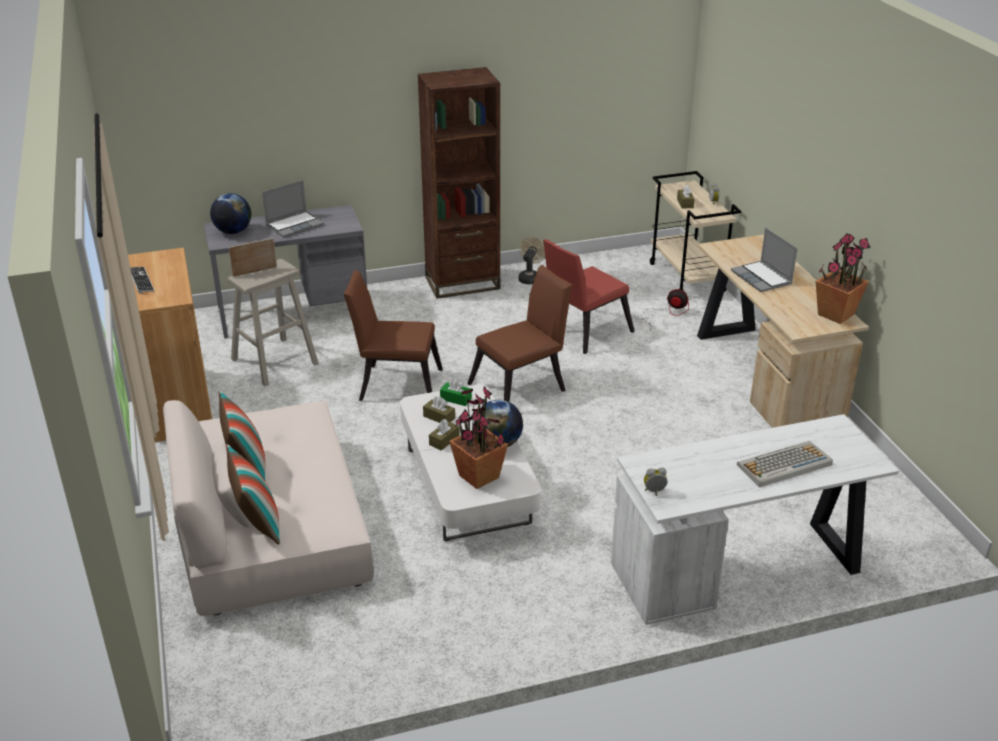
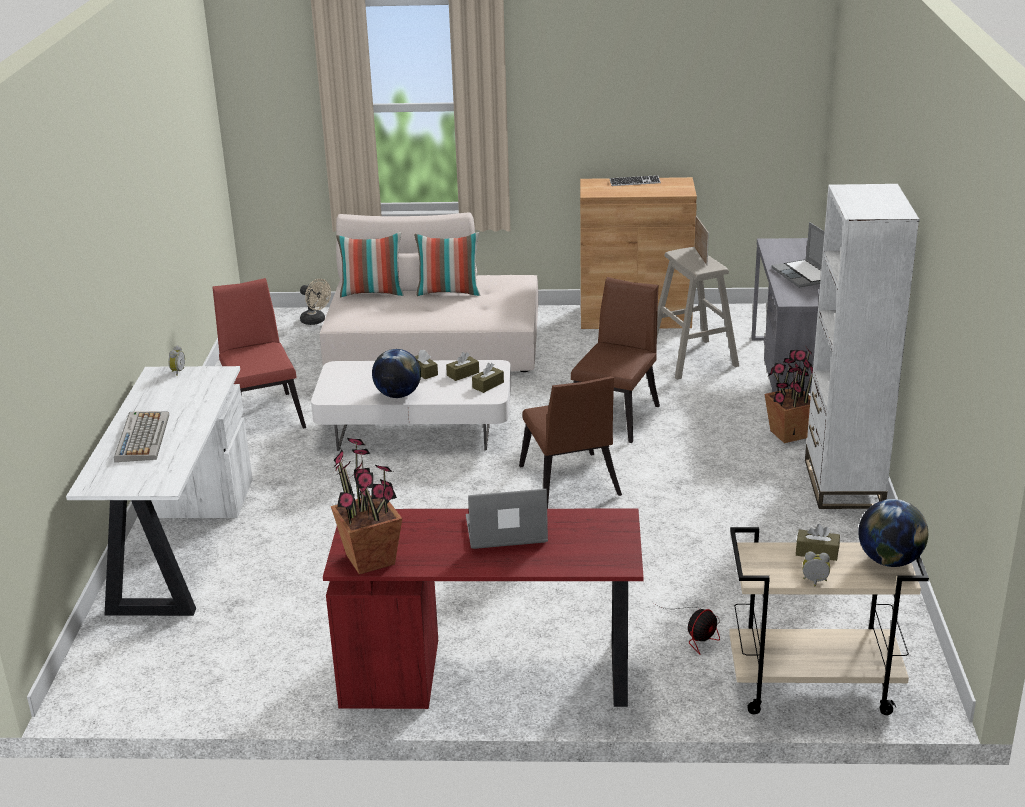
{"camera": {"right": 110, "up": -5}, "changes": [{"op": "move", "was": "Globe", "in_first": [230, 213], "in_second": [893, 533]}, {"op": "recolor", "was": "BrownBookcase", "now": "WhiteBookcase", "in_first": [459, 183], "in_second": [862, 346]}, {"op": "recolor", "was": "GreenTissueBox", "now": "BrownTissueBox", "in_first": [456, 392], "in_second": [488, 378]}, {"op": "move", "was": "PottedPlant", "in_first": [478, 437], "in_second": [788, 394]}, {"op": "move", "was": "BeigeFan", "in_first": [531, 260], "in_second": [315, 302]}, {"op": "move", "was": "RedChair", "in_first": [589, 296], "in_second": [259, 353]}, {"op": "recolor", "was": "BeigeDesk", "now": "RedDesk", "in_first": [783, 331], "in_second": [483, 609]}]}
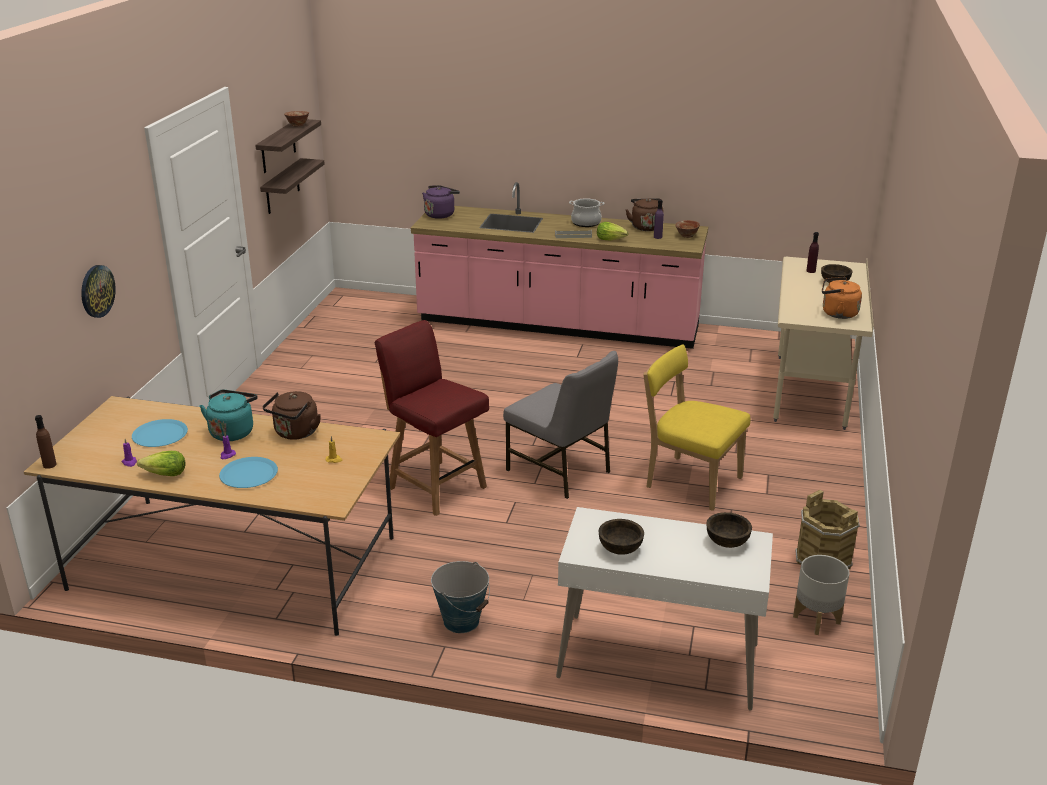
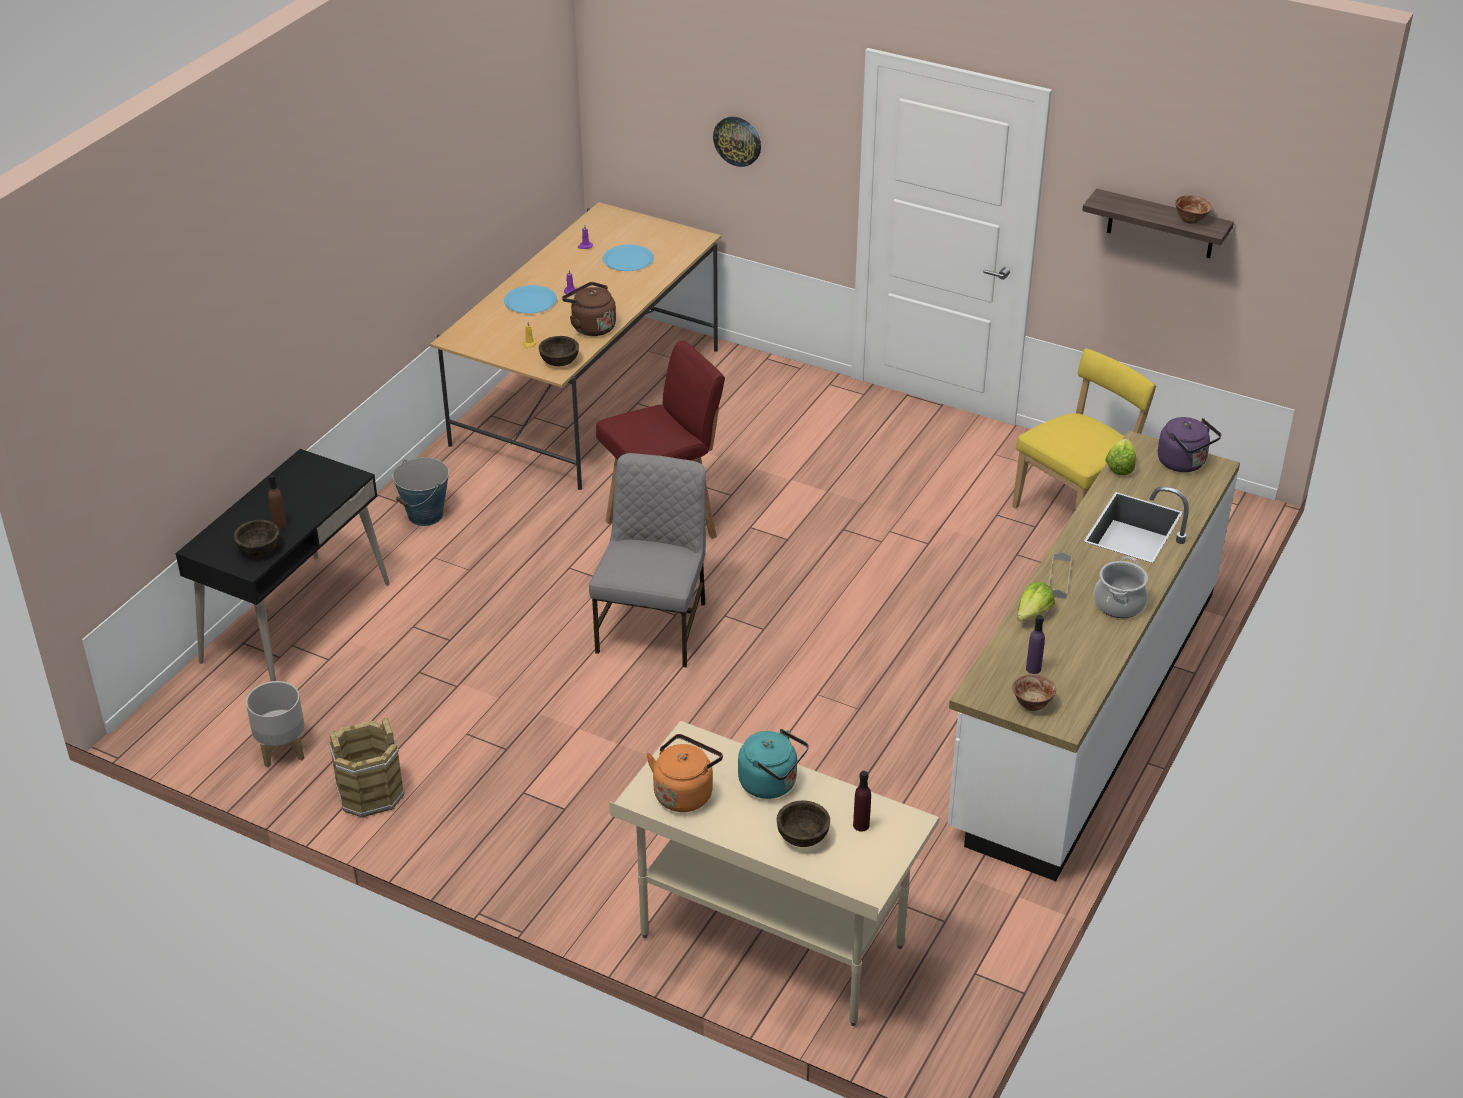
{"camera": {"right": 105, "up": 10}, "changes": [{"op": "move", "was": "BrownBottle", "in_first": [46, 442], "in_second": [277, 501]}, {"op": "move", "was": "Lettuce", "in_first": [161, 463], "in_second": [1120, 457]}, {"op": "move", "was": "TurquoiseKettle", "in_first": [228, 415], "in_second": [773, 764]}, {"op": "delete", "was": "Shelf", "in_first": [292, 186]}, {"op": "recolor", "was": "PinkCounter", "now": "WhiteCounter", "in_first": [559, 265], "in_second": [1094, 656]}, {"op": "rotate", "was": "GreyChair", "in_first": [560, 425], "in_second": [647, 560], "clockwise": 135}, {"op": "recolor", "was": "WhiteDesk", "now": "BlackDesk", "in_first": [664, 608], "in_second": [283, 565]}, {"op": "move", "was": "BrownBowl", "in_first": [621, 537], "in_second": [559, 351]}, {"op": "delete", "was": "BrownKettle", "in_first": [644, 214]}, {"op": "move", "was": "YellowChair", "in_first": [696, 428], "in_second": [1084, 429]}]}
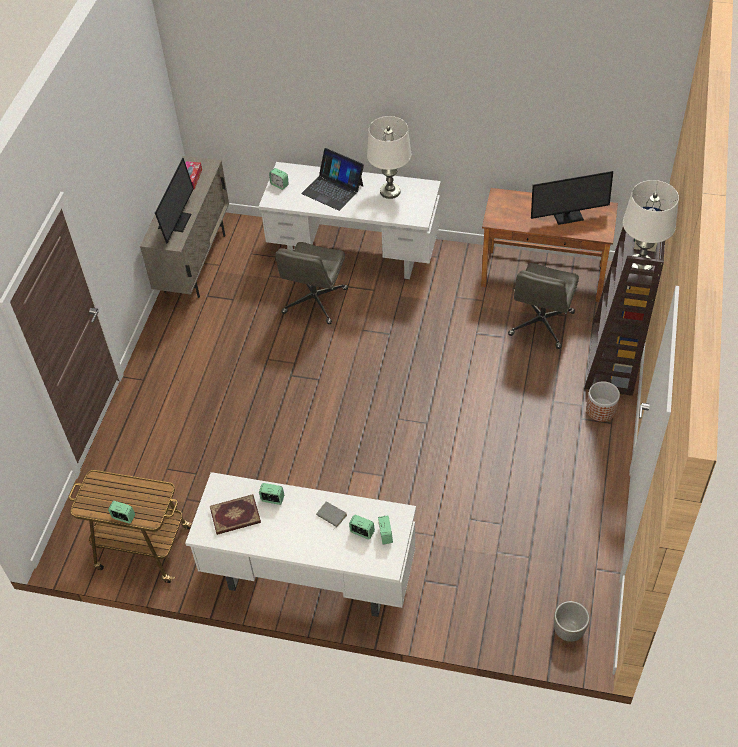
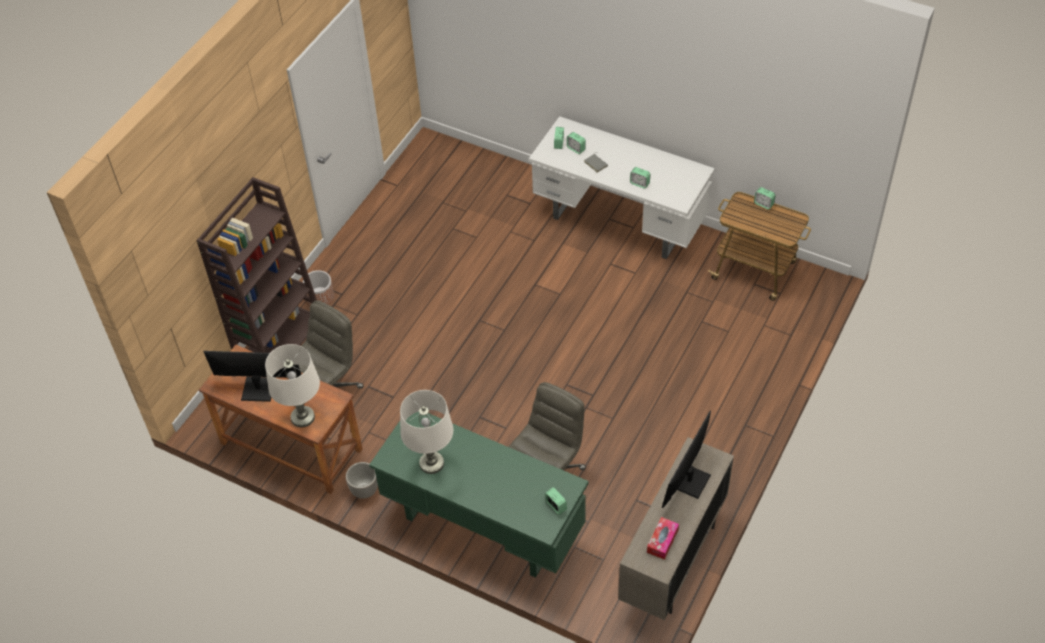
{"camera": {"right": -165, "up": 0}, "changes": [{"op": "delete", "was": "Book", "in_first": [235, 514]}, {"op": "recolor", "was": "WhiteDesk", "now": "GreenDesk", "in_first": [349, 221], "in_second": [479, 495]}, {"op": "delete", "was": "Laptop", "in_first": [332, 179]}, {"op": "move", "was": "Planter", "in_first": [572, 621], "in_second": [362, 480]}, {"op": "move", "was": "WhiteTableLamp", "in_first": [651, 225], "in_second": [292, 385]}]}
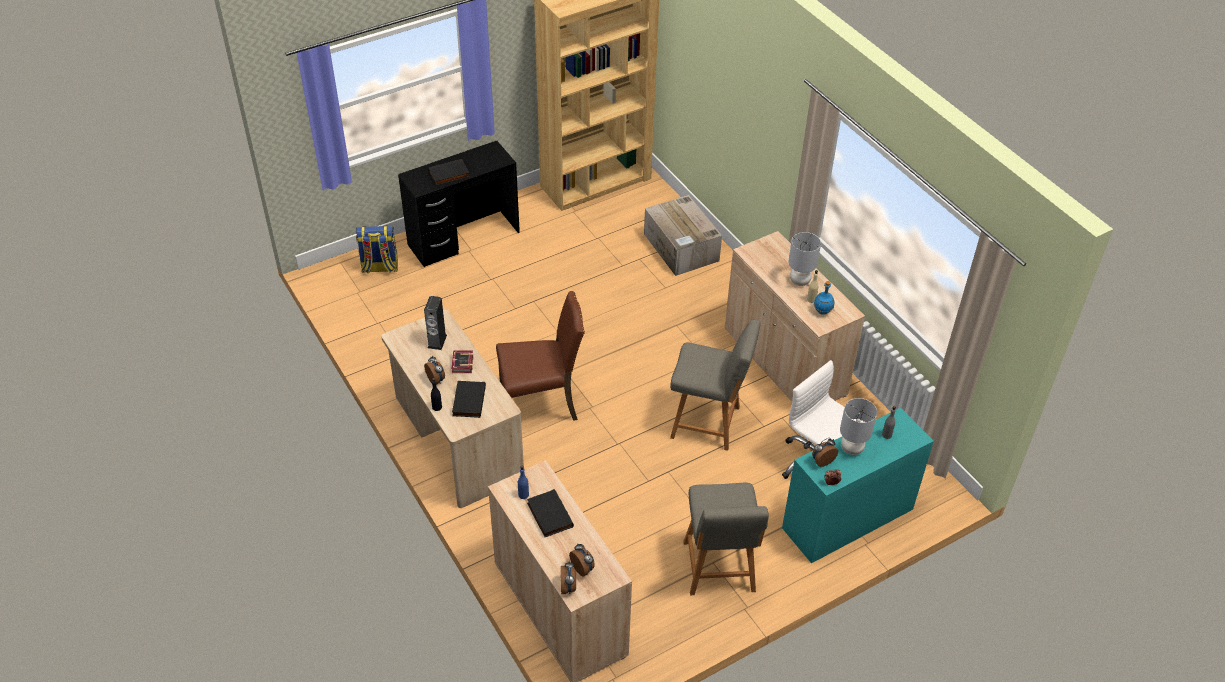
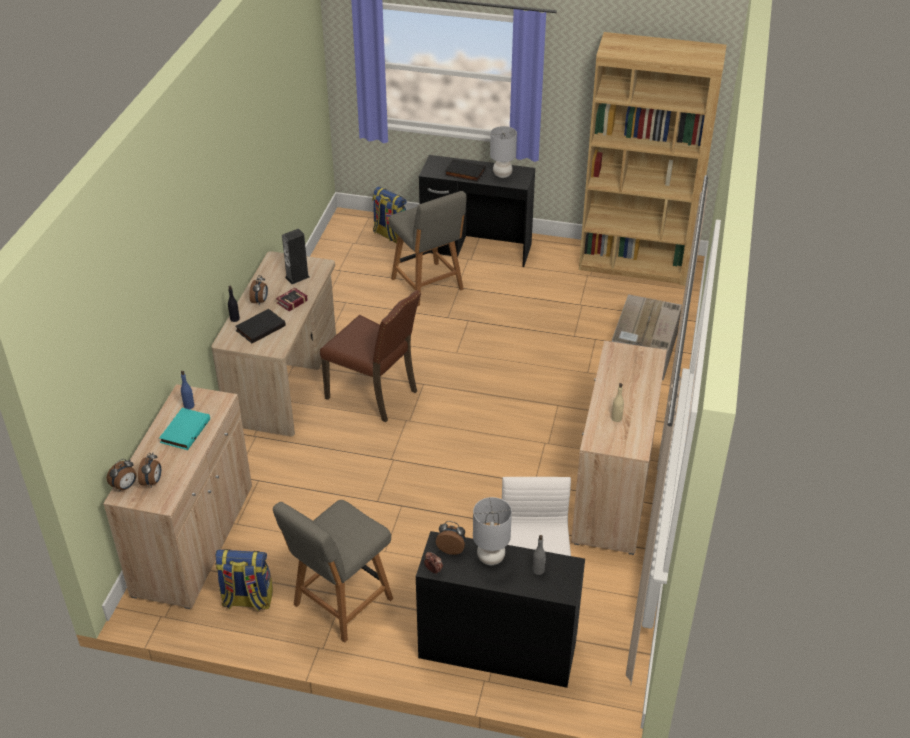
{"camera": {"right": 45, "up": -5}, "changes": [{"op": "recolor", "was": "BlackBook", "now": "TurquoiseBook", "in_first": [550, 513], "in_second": [184, 429]}, {"op": "move", "was": "GreyChair", "in_first": [715, 385], "in_second": [428, 248]}, {"op": "recolor", "was": "TurquoiseDesk", "now": "BlackDesk", "in_first": [858, 485], "in_second": [500, 609]}, {"op": "move", "was": "GreyTableLamp", "in_first": [804, 259], "in_second": [503, 152]}, {"op": "delete", "was": "BlueBottle", "in_first": [824, 298]}, {"op": "insert", "now": "Backpack", "in_second": [244, 580]}]}
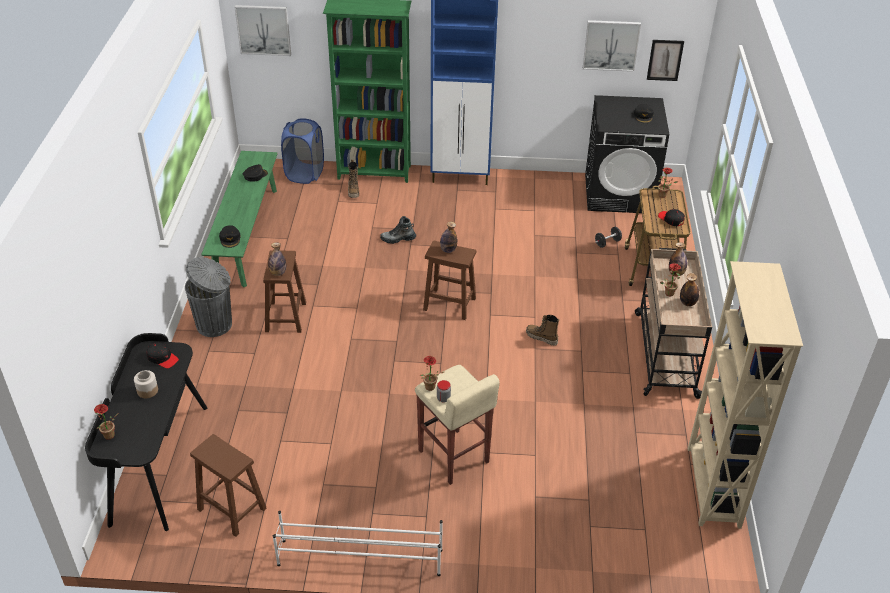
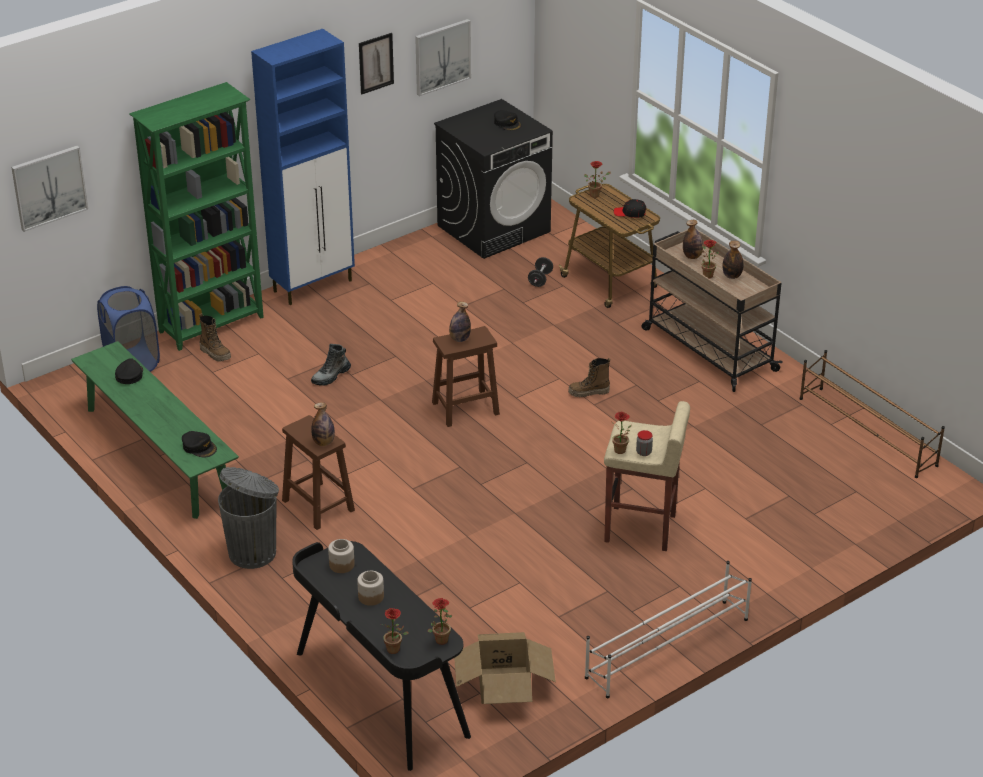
{"camera": {"right": -40, "up": -5}, "changes": [{"op": "replace", "was": "BlackCap", "now": "Jar", "in_first": [163, 355], "in_second": [341, 556]}, {"op": "replace", "was": "BrownStool", "now": "CardboardBox", "in_first": [228, 485], "in_second": [505, 668]}, {"op": "move", "was": "Picture", "in_first": [665, 60], "in_second": [376, 63]}, {"op": "replace", "was": "BeigeBookcase", "now": "BrownShoeRack", "in_first": [745, 395], "in_second": [872, 414]}, {"op": "insert", "now": "PottedPlant", "in_second": [440, 621]}]}
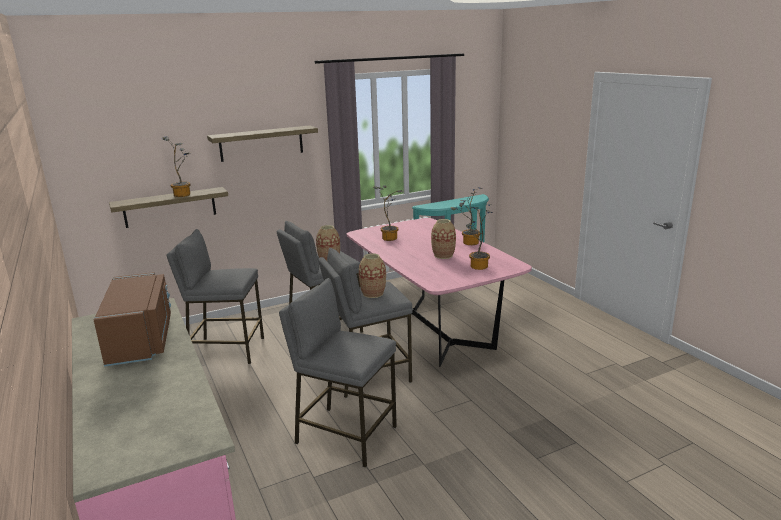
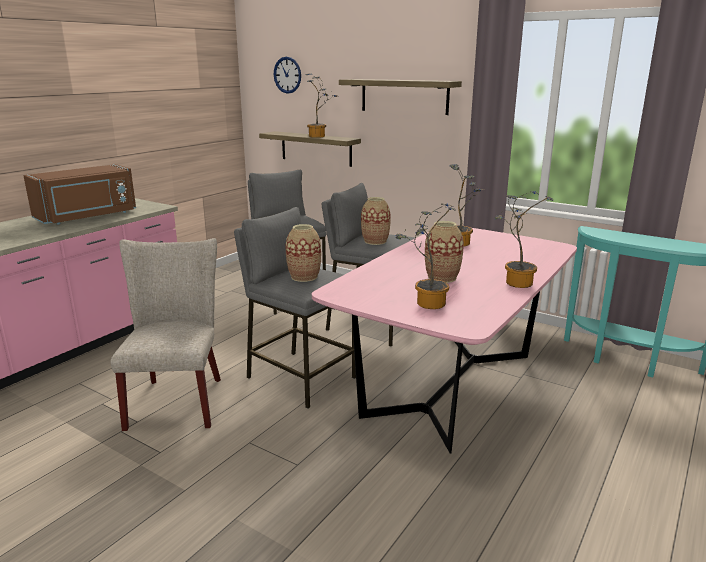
{"camera": {"right": 60, "up": 0}, "changes": [{"op": "replace", "was": "GreyStool", "now": "BeigeChair", "in_first": [338, 372], "in_second": [165, 334]}, {"op": "insert", "now": "WallClock", "in_second": [287, 75]}]}
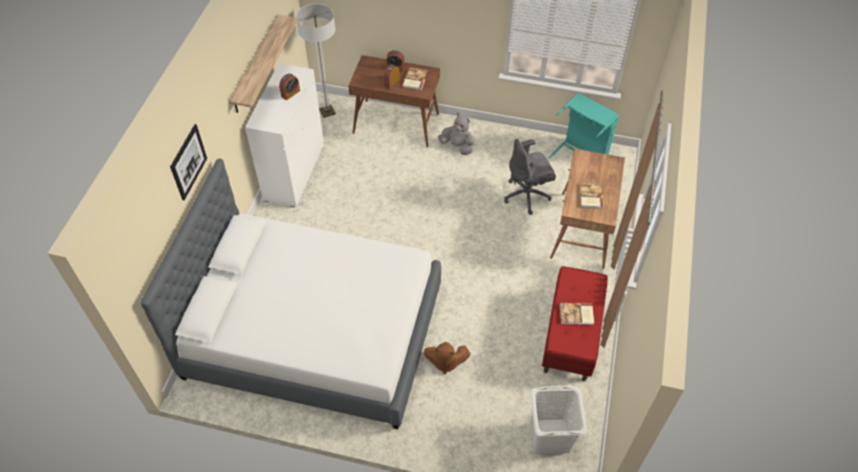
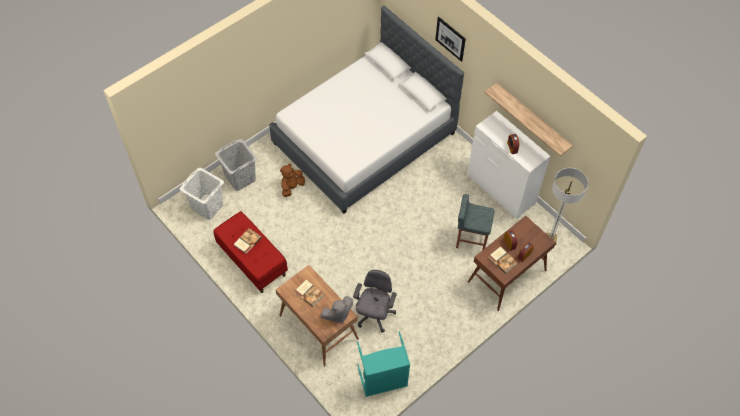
{"camera": {"right": 125, "up": 5}, "changes": [{"op": "move", "was": "GreyPlushToy", "in_first": [456, 133], "in_second": [337, 310]}, {"op": "insert", "now": "GreyLaundryBasket", "in_second": [236, 165]}, {"op": "insert", "now": "GreyStool", "in_second": [475, 222]}]}
